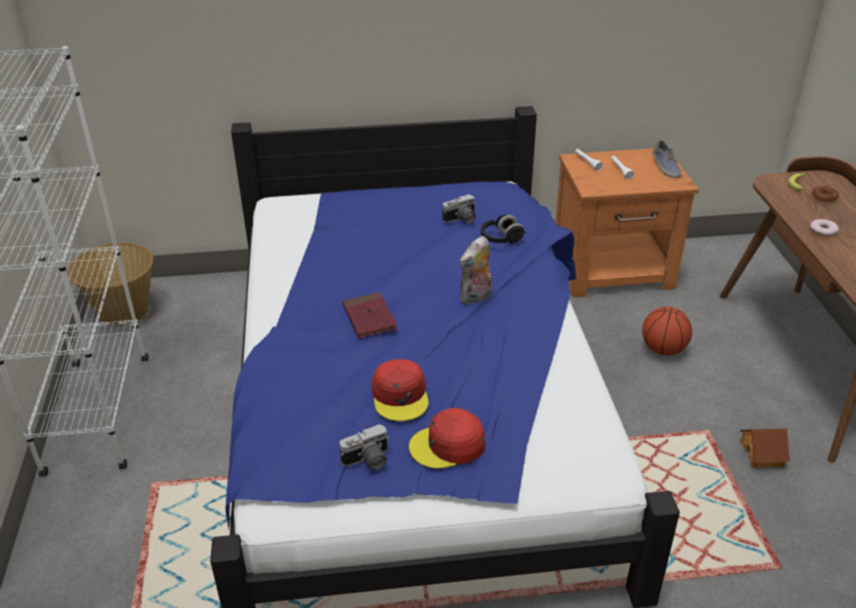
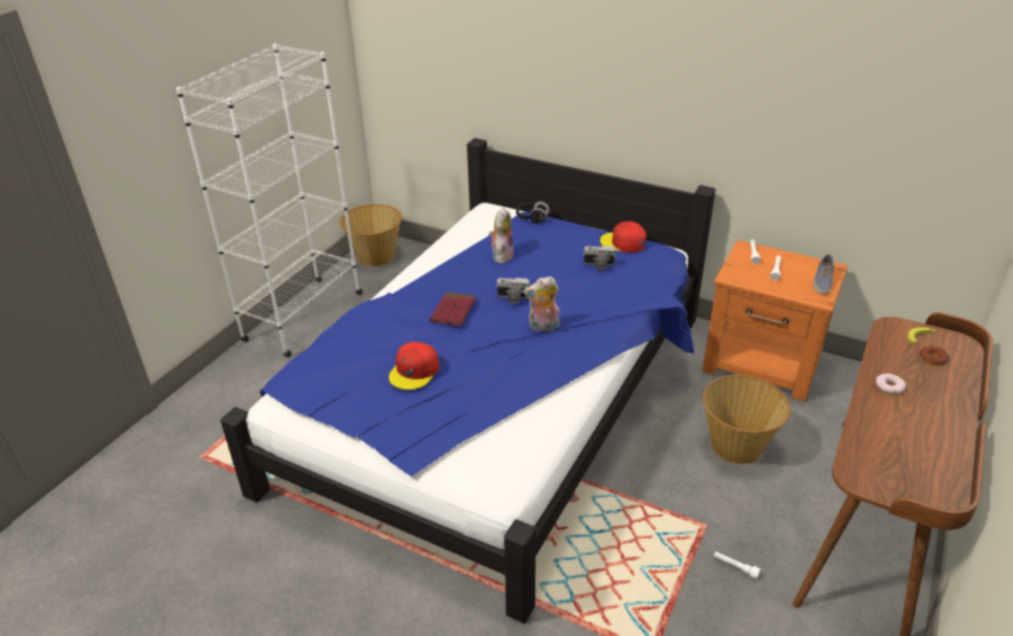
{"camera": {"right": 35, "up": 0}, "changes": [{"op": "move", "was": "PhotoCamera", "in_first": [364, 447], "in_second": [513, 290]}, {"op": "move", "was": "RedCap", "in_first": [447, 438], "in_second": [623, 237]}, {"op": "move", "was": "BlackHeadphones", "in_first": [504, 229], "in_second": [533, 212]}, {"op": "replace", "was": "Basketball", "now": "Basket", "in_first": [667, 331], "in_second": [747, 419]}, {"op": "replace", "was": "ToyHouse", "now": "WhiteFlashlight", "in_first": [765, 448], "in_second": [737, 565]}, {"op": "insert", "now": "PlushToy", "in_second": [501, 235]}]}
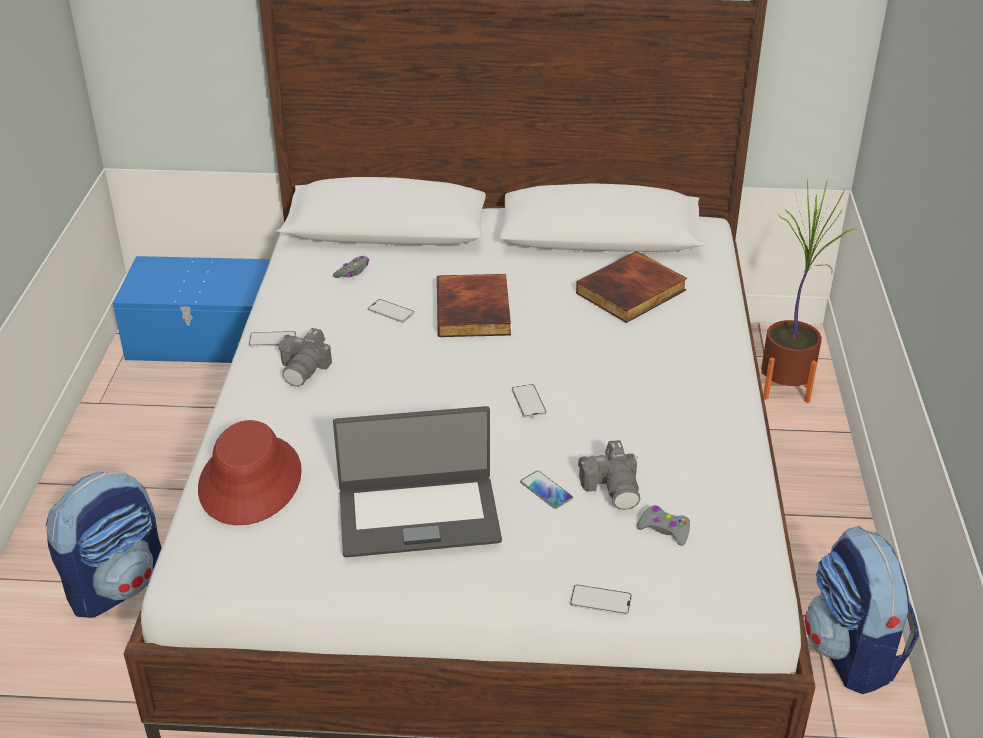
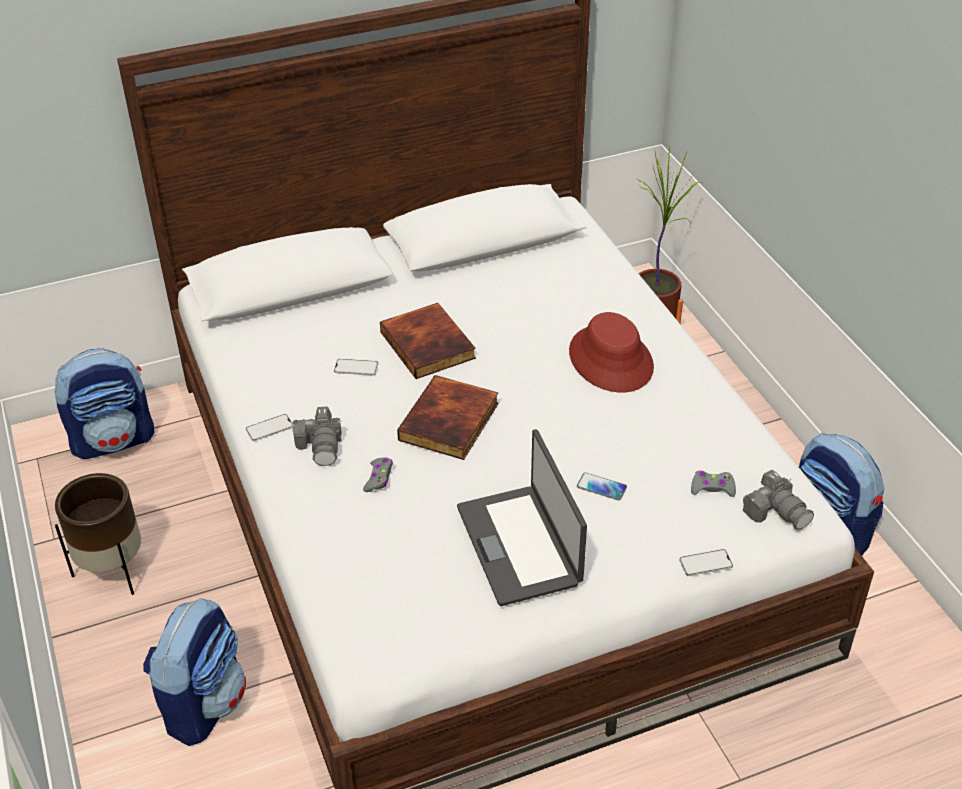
{"camera": {"right": -25, "up": 5}, "changes": [{"op": "replace", "was": "BlueStorageBox", "now": "Backpack", "in_first": [191, 309], "in_second": [104, 403]}, {"op": "move", "was": "RedHat", "in_first": [250, 472], "in_second": [611, 352]}, {"op": "move", "was": "GreyGameController", "in_first": [351, 267], "in_second": [378, 475]}, {"op": "rotate", "was": "Laptop", "in_first": [417, 481], "in_second": [522, 517], "clockwise": 105}, {"op": "delete", "was": "Phone", "in_first": [529, 401]}, {"op": "move", "was": "Book", "in_first": [631, 287], "in_second": [448, 417]}, {"op": "move", "was": "PhotoCamera", "in_first": [609, 475], "in_second": [778, 500]}, {"op": "insert", "now": "BrownPlanter", "in_second": [98, 534]}]}
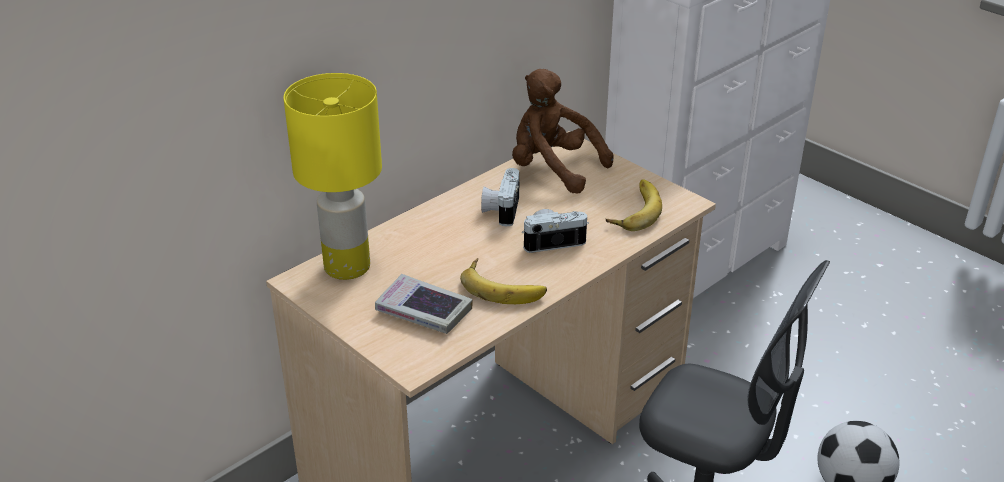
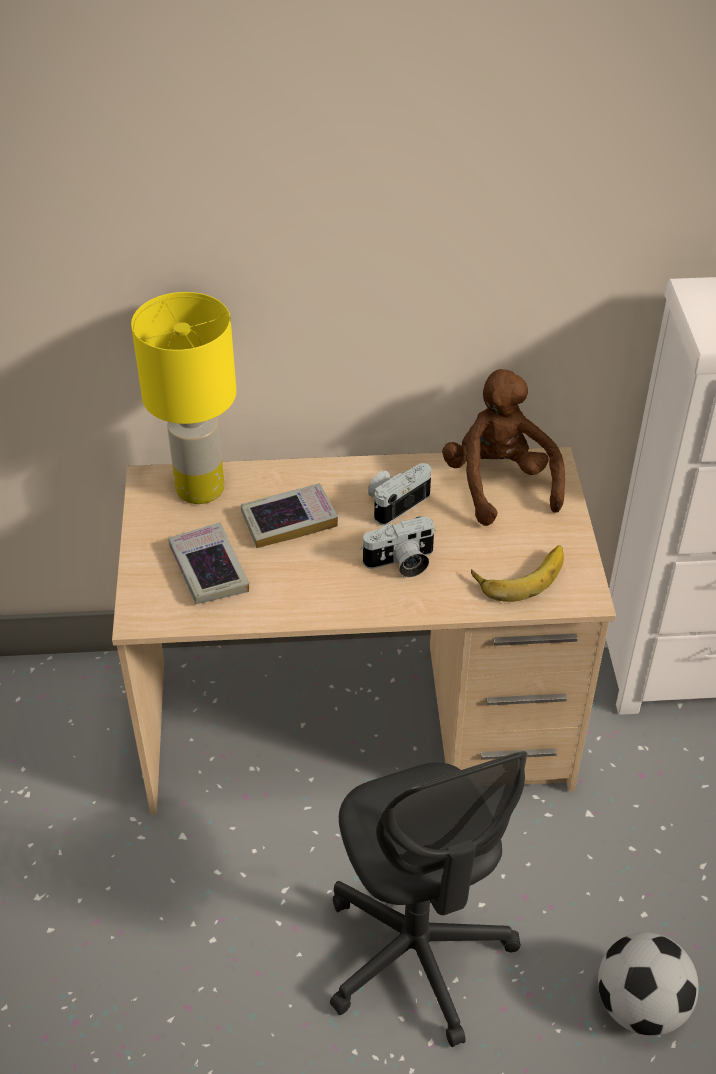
{"camera": {"right": 40, "up": 10}, "changes": [{"op": "delete", "was": "Banana", "in_first": [503, 281]}, {"op": "rotate", "was": "PhotoCamera", "in_first": [555, 231], "in_second": [398, 546], "clockwise": 135}, {"op": "insert", "now": "Book", "in_second": [289, 515]}]}
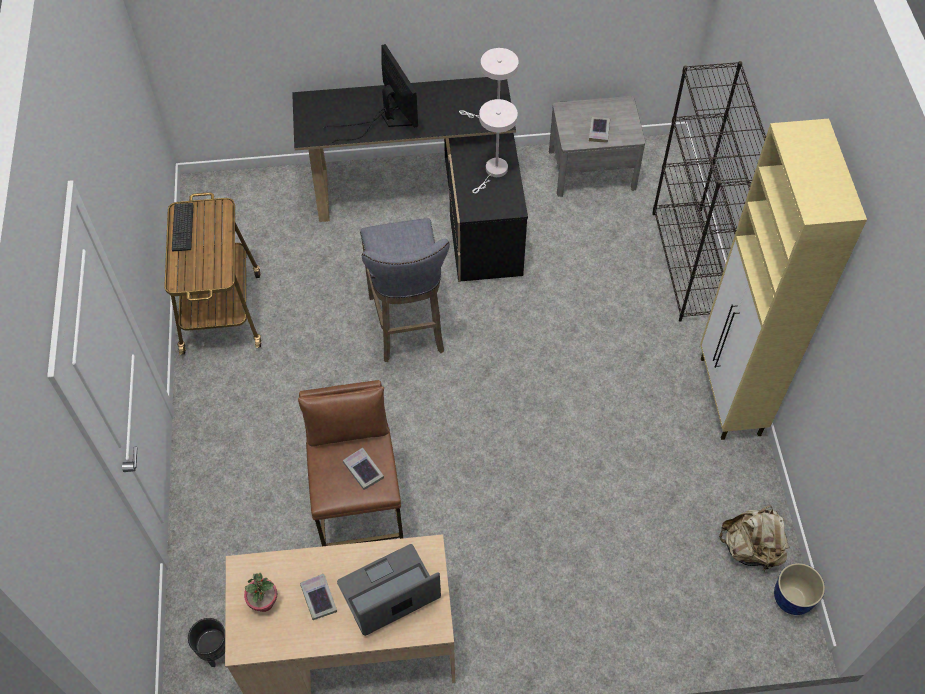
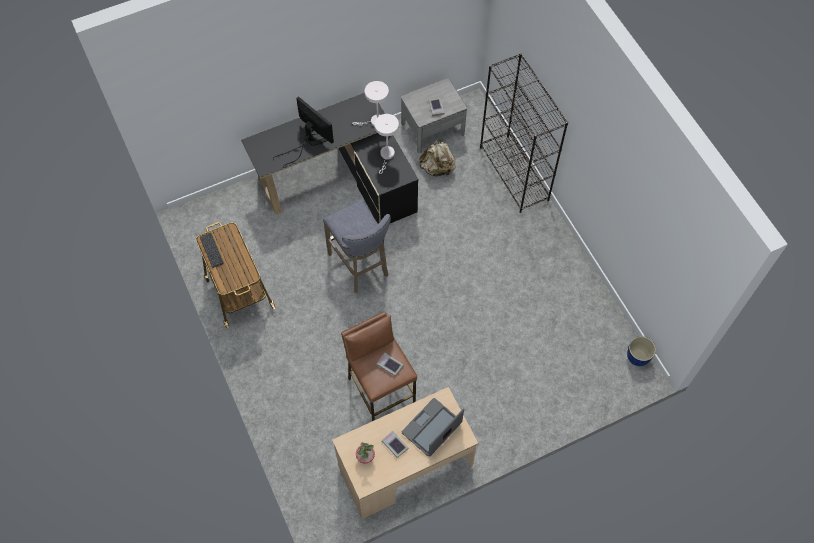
{"camera": {"right": -20, "up": 5}, "changes": [{"op": "delete", "was": "BlackPlanter", "in_first": [206, 642]}, {"op": "delete", "was": "BeigeCabinet", "in_first": [783, 279]}, {"op": "move", "was": "BeigeBackpack", "in_first": [754, 539], "in_second": [437, 157]}]}
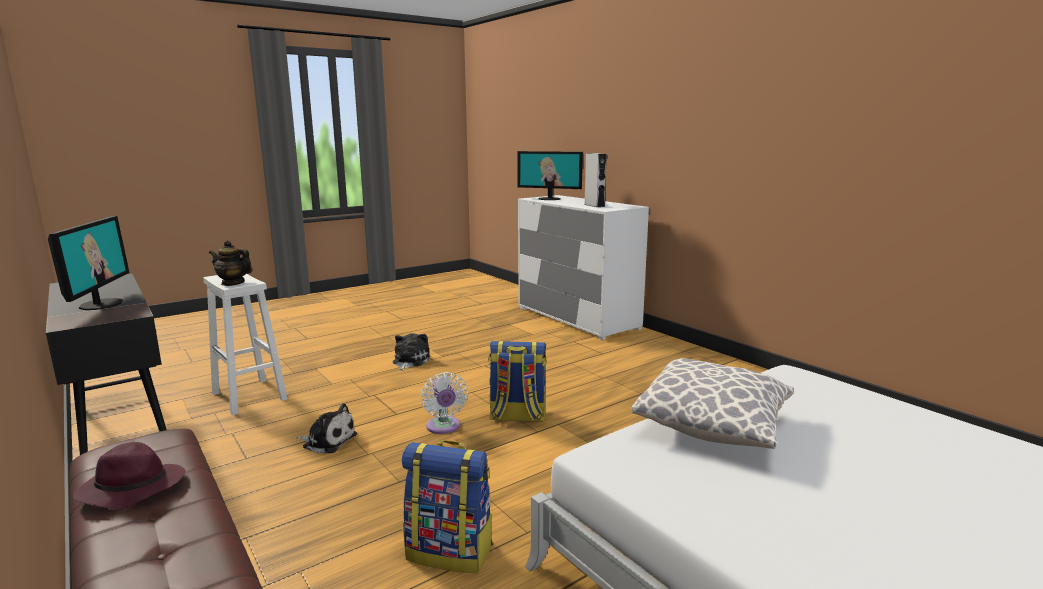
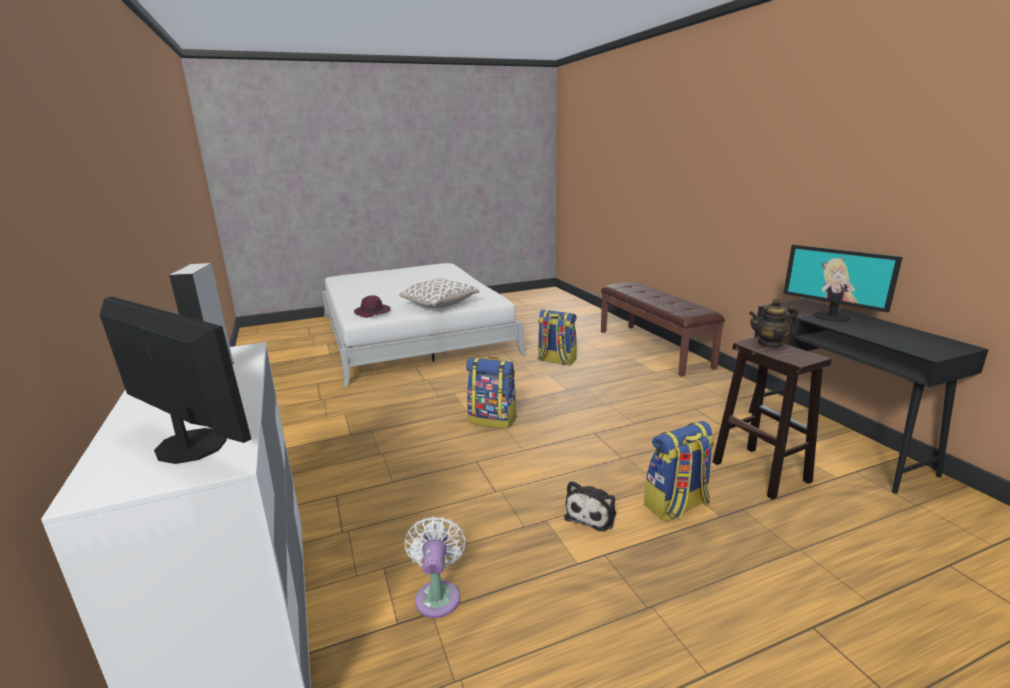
{"camera": {"right": -165, "up": 5}, "changes": [{"op": "rotate", "was": "Monitor", "in_first": [89, 263], "in_second": [843, 283], "clockwise": -45}, {"op": "move", "was": "PurpleHat", "in_first": [129, 475], "in_second": [372, 306]}, {"op": "recolor", "was": "WhiteStool", "now": "BrownStool", "in_first": [246, 344], "in_second": [772, 418]}, {"op": "rotate", "was": "Teapot", "in_first": [230, 263], "in_second": [774, 323], "clockwise": 150}, {"op": "delete", "was": "PlushToy", "in_first": [326, 428]}, {"op": "move", "was": "WhiteFan", "in_first": [444, 403], "in_second": [435, 567]}, {"op": "insert", "now": "Backpack", "in_second": [679, 471]}]}
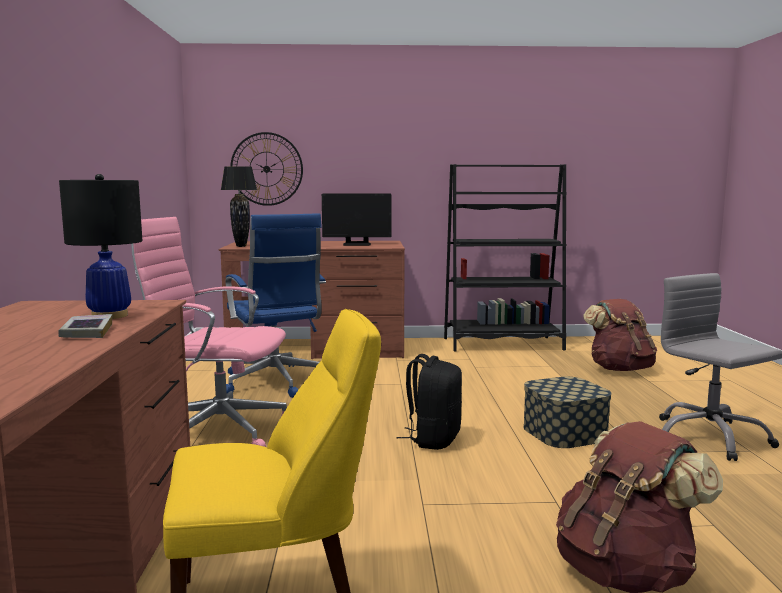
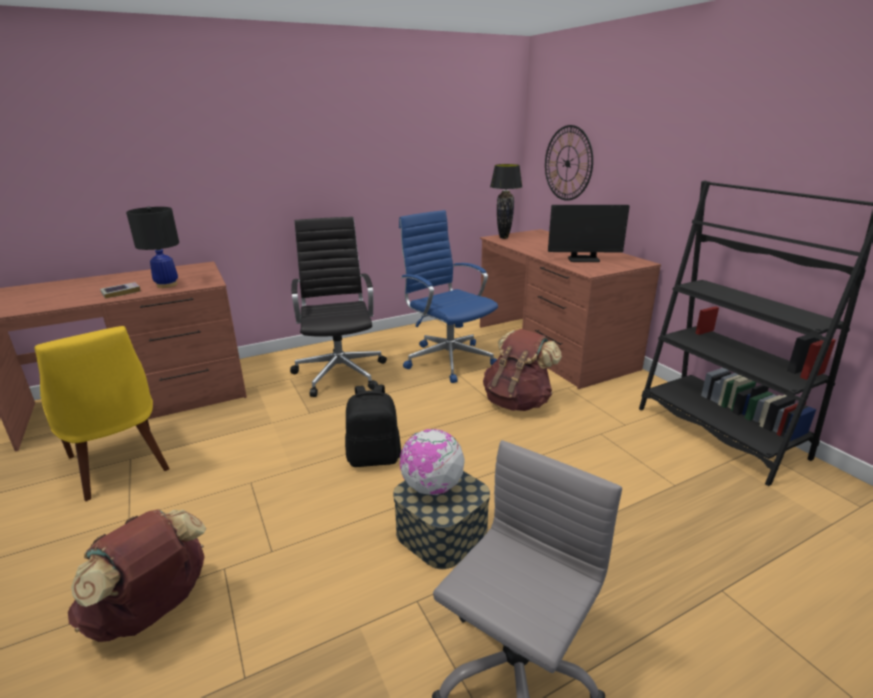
{"camera": {"right": 65, "up": 15}, "changes": [{"op": "recolor", "was": "PinkOfficeChair", "now": "BlackOfficeChair", "in_first": [209, 332], "in_second": [338, 307]}, {"op": "rotate", "was": "BlueOfficeChair", "in_first": [275, 305], "in_second": [448, 296], "clockwise": 105}, {"op": "rotate", "was": "Monitor", "in_first": [356, 220], "in_second": [589, 233], "clockwise": -60}, {"op": "move", "was": "BrownBackpack", "in_first": [620, 335], "in_second": [522, 370]}, {"op": "insert", "now": "Globe", "in_second": [432, 462]}]}
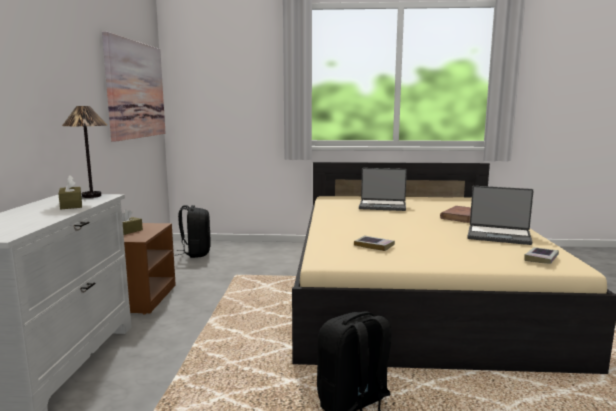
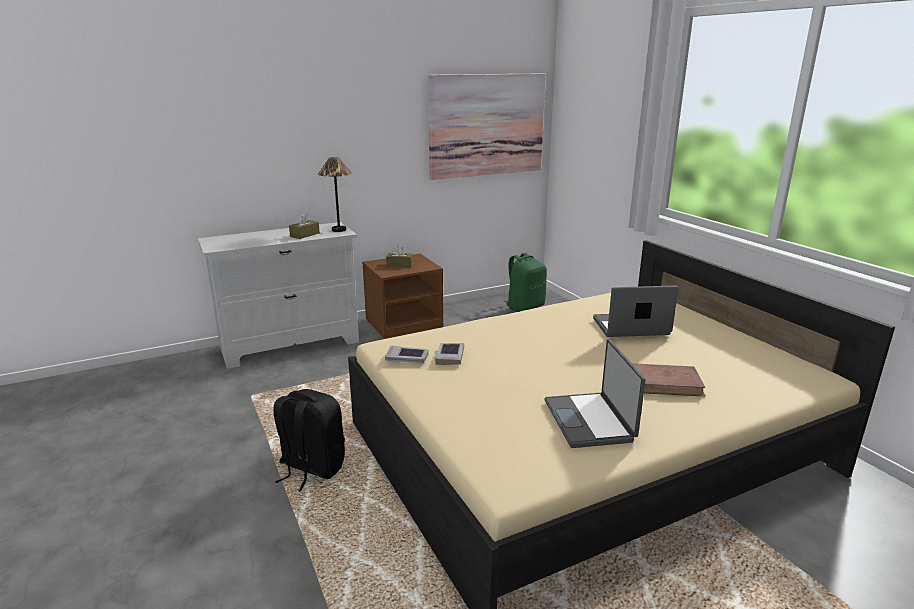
{"camera": {"right": 60, "up": 10}, "changes": [{"op": "recolor", "was": "BlackBackpack", "now": "GreenBackpack", "in_first": [193, 231], "in_second": [525, 282]}, {"op": "rotate", "was": "Laptop", "in_first": [383, 189], "in_second": [636, 311], "clockwise": 105}, {"op": "move", "was": "Book", "in_first": [541, 255], "in_second": [407, 354]}]}
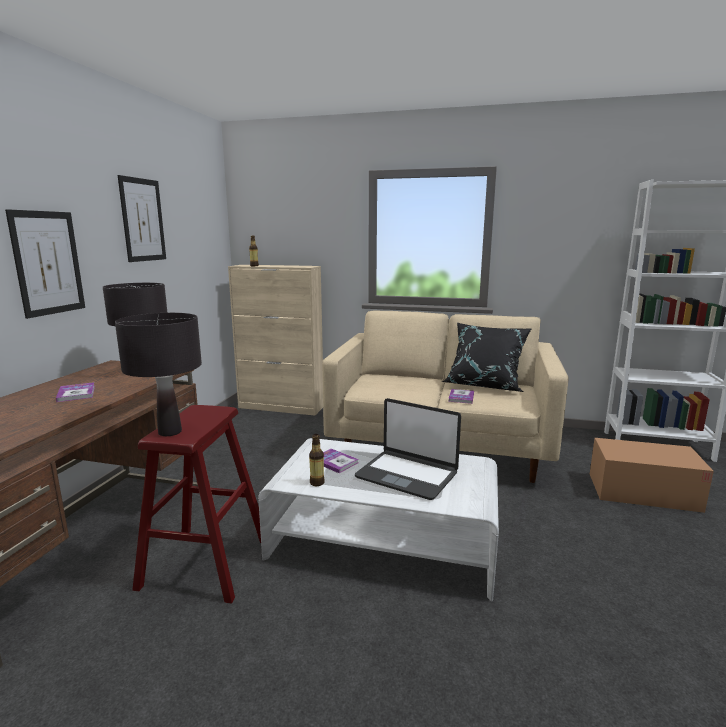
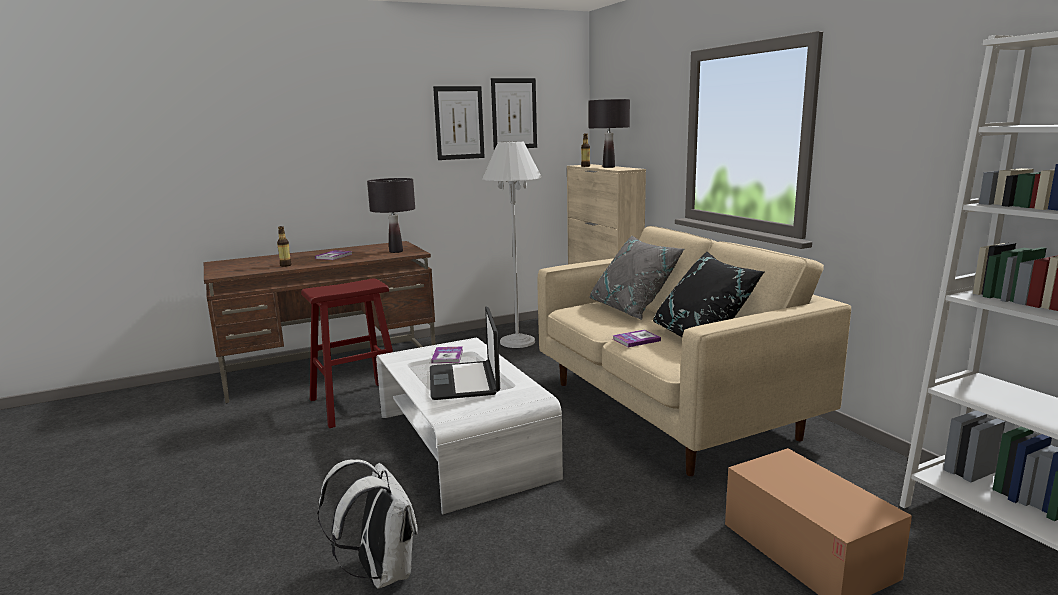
{"camera": {"right": 50, "up": 0}, "changes": [{"op": "move", "was": "Picture", "in_first": [45, 264], "in_second": [514, 114]}, {"op": "move", "was": "BlackTableLamp", "in_first": [158, 374], "in_second": [609, 133]}, {"op": "move", "was": "Bottle", "in_first": [317, 460], "in_second": [284, 246]}, {"op": "insert", "now": "WhiteBackpack", "in_second": [367, 524]}, {"op": "insert", "now": "WhiteFloorLamp", "in_second": [512, 244]}, {"op": "insert", "now": "GreyPillow", "in_second": [637, 278]}]}
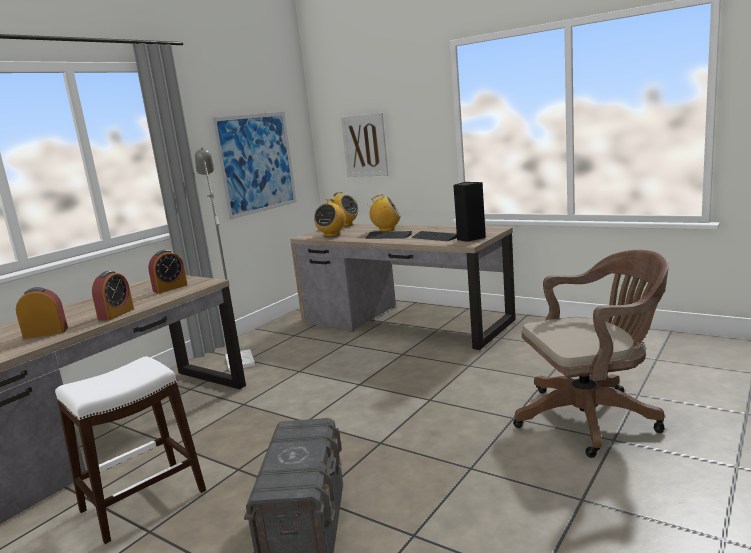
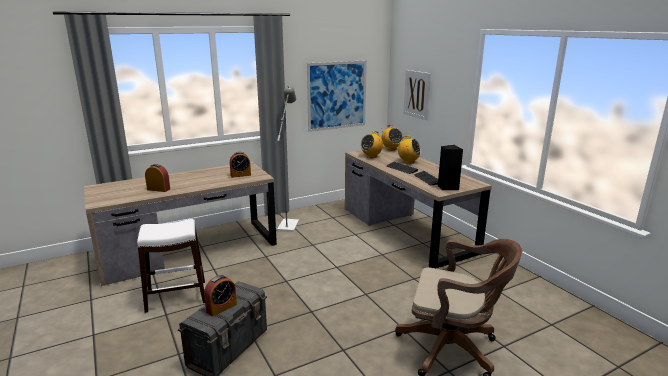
{"camera": {"right": 25, "up": 5}, "changes": [{"op": "move", "was": "AlarmClock", "in_first": [113, 296], "in_second": [220, 296]}]}
